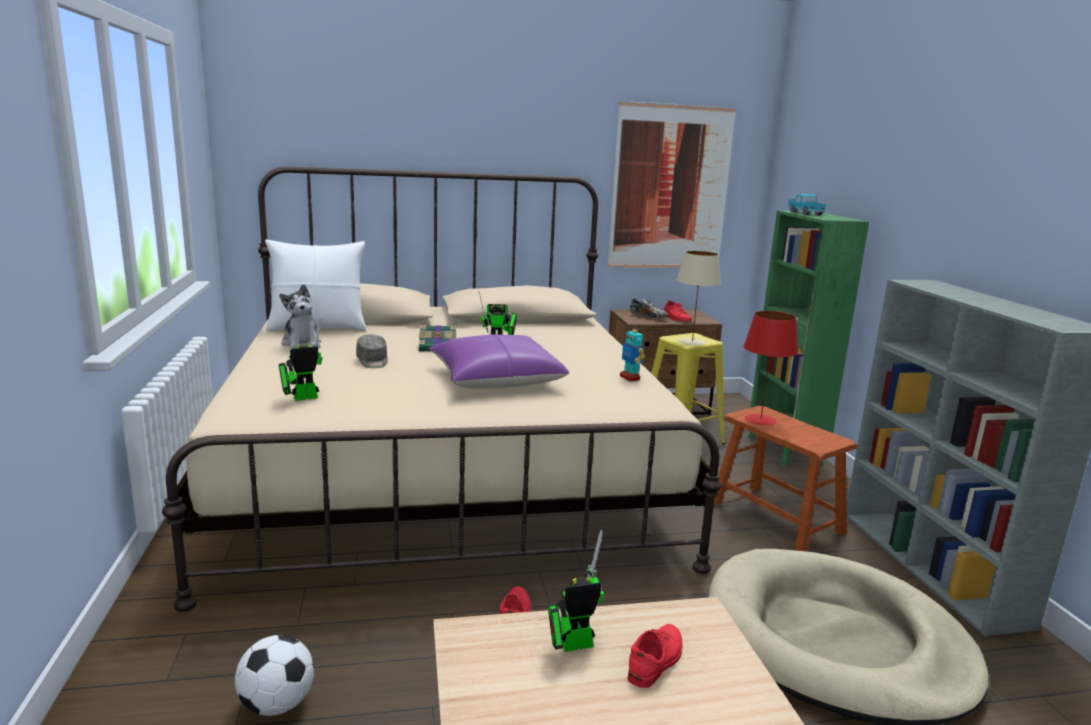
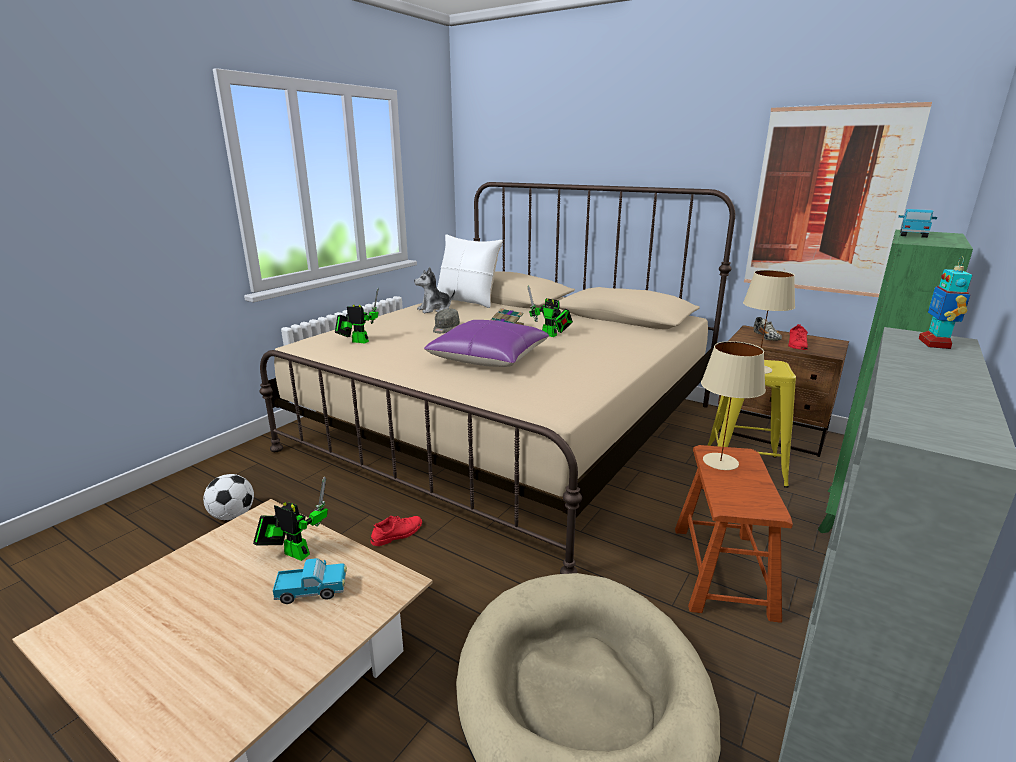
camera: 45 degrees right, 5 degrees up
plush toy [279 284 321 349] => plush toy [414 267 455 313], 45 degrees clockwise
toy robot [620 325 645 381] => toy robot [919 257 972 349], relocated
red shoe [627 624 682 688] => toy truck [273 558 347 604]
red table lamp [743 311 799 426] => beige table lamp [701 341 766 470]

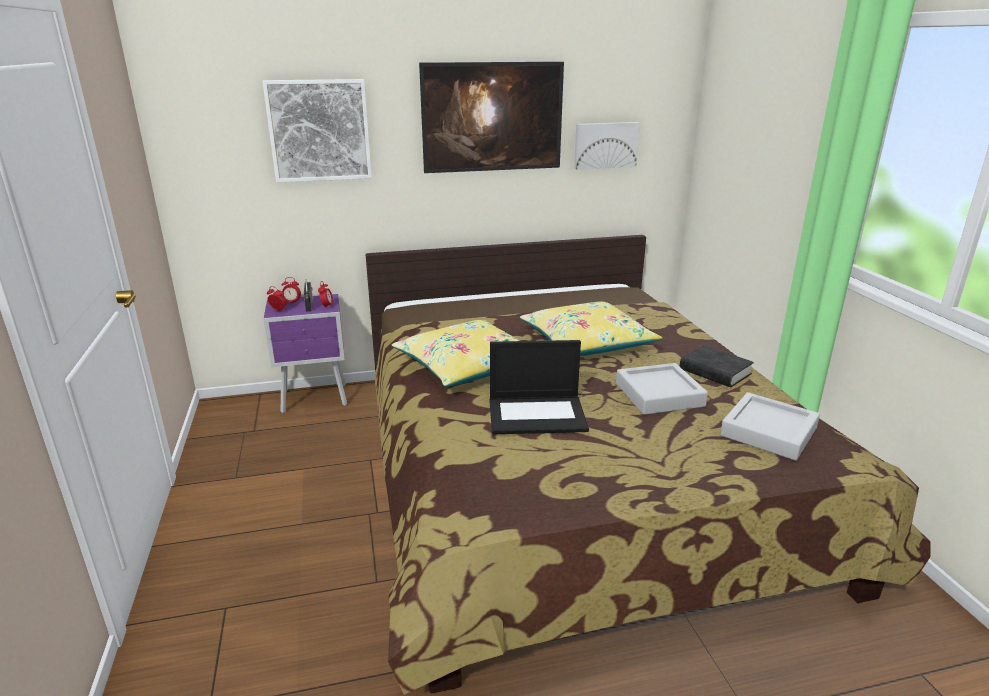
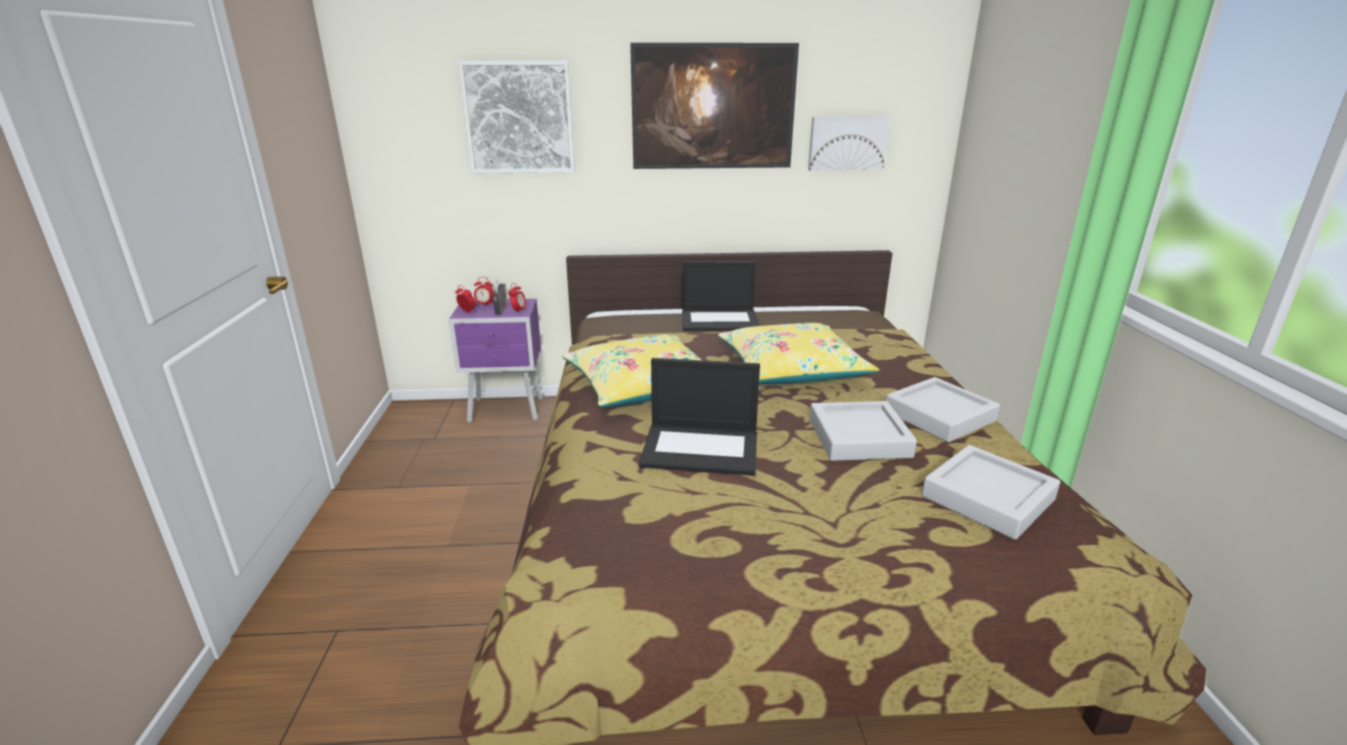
camera: 10 degrees right, 0 degrees up
black book [680 345 754 387] => grey tray [886 377 1000 442]
nothing => laptop [682 261 760 331]

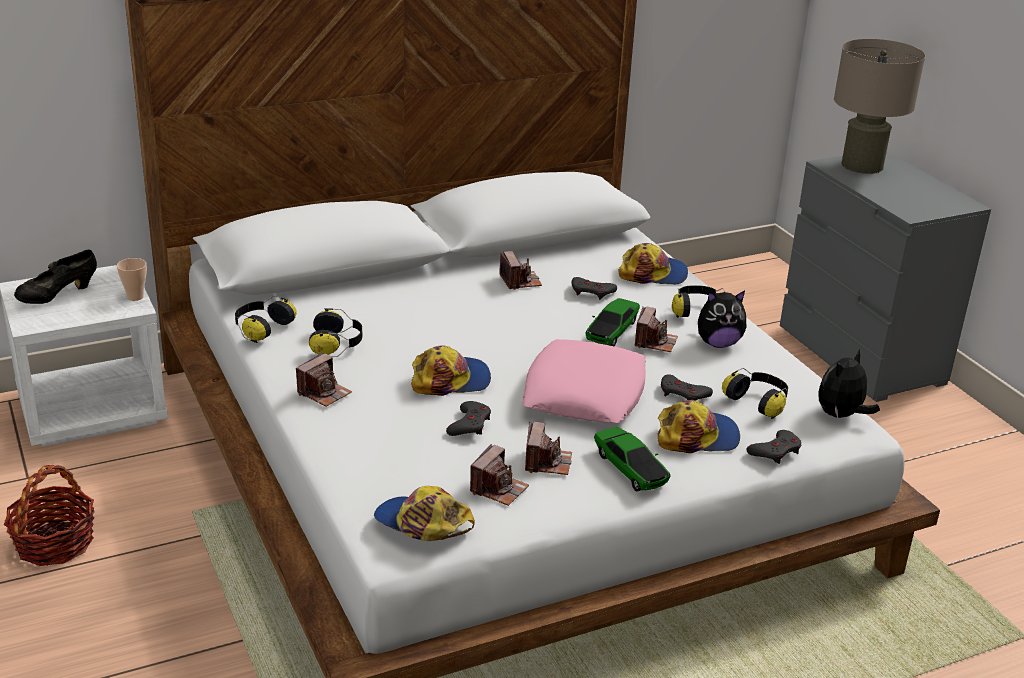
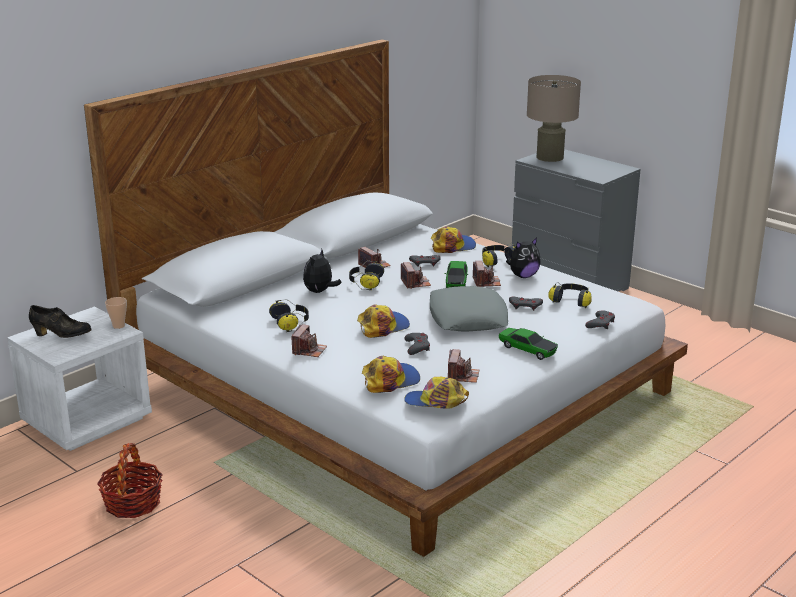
camera: 20 degrees left, 5 degrees down
black shoe [14 250 97 304] => black shoe [29 305 92 338], 105 degrees counterclockwise
headphones [235 296 297 343] => headphones [349 261 384 290], relocated
pink pillow [522 339 646 423] => grey pillow [430 286 508 331]
photo camera [525 422 572 475] => photo camera [401 262 431 289], relocated
cap [658 400 740 453] => cap [362 356 420 393], relocated
plush toy [818 349 880 418] => plush toy [303 249 342 293], relocated

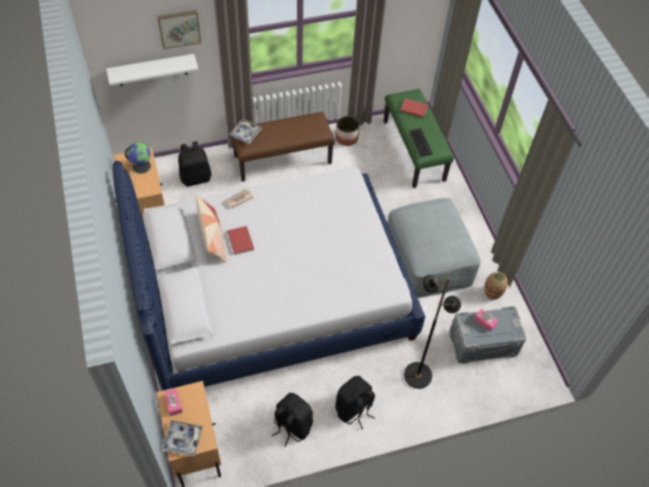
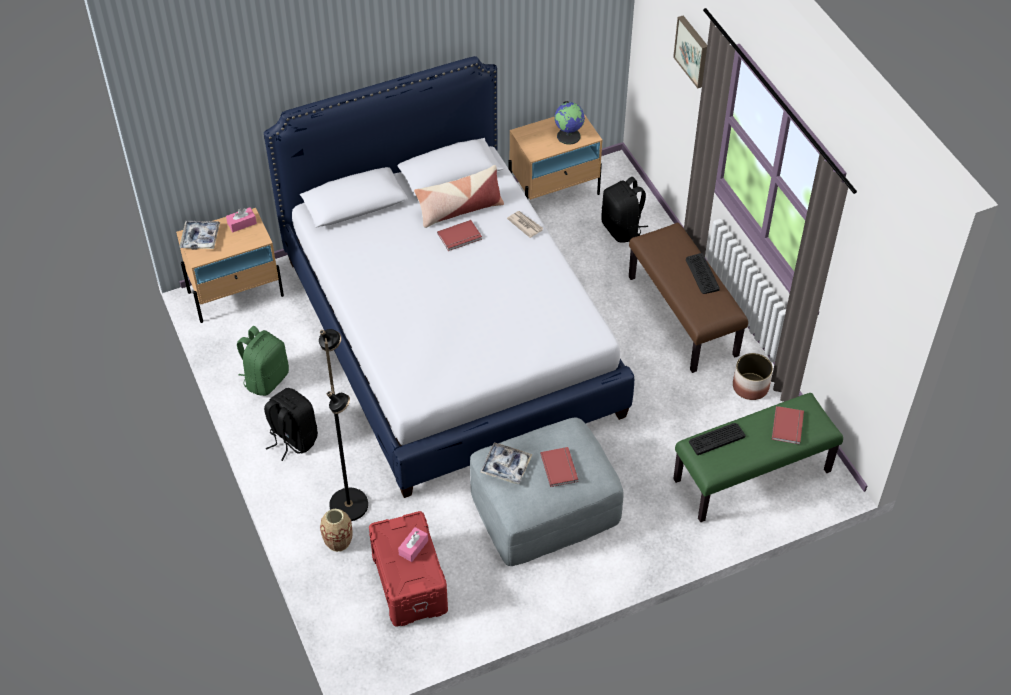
camera: 85 degrees right, 5 degrees down
white shelf [106 54 198 86] => nothing
tray [229 119 262 144] => tray [480 443 533 484], relocated
black backpack [272 393 313 447] => green backpack [237 326 289 396]
grey storage box [449 306 527 364] => red storage box [369 511 448 626]
vase [484 272 508 300] => vase [320 509 353 552], relocated
nothing => red book [540 447 578 487]
nothing => keyboard [686 253 720 294]

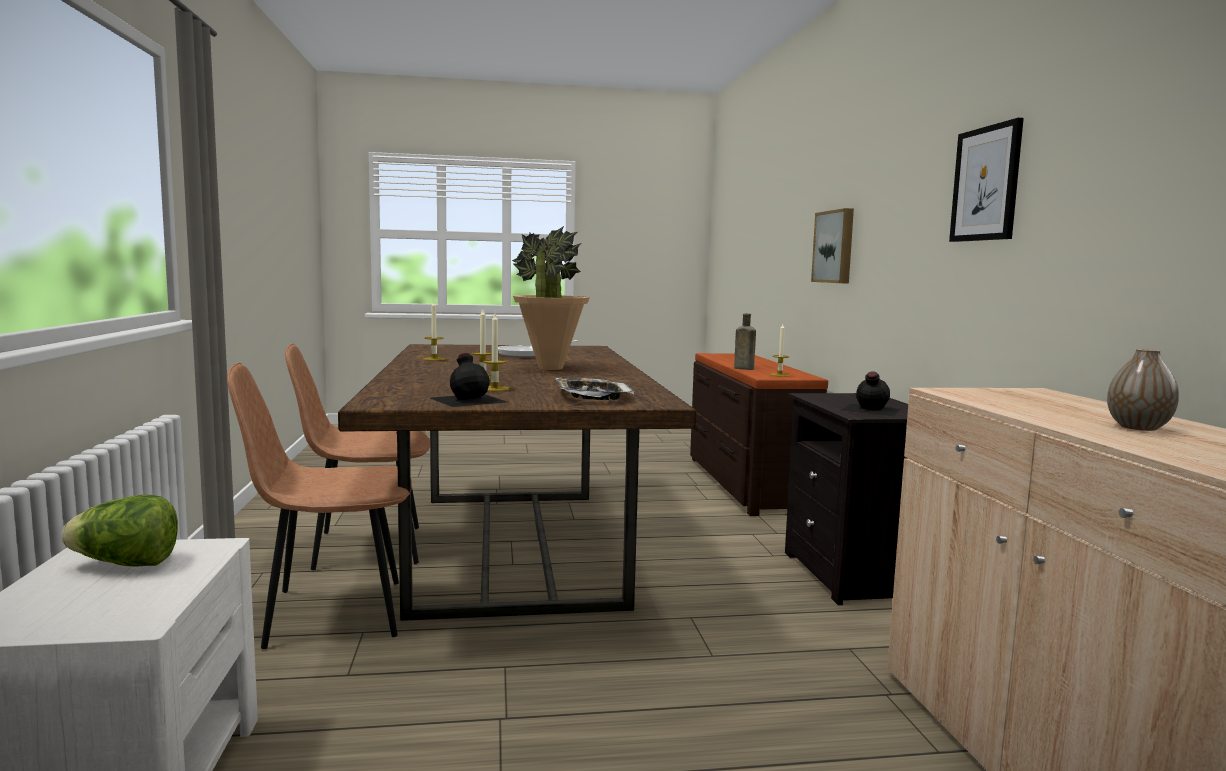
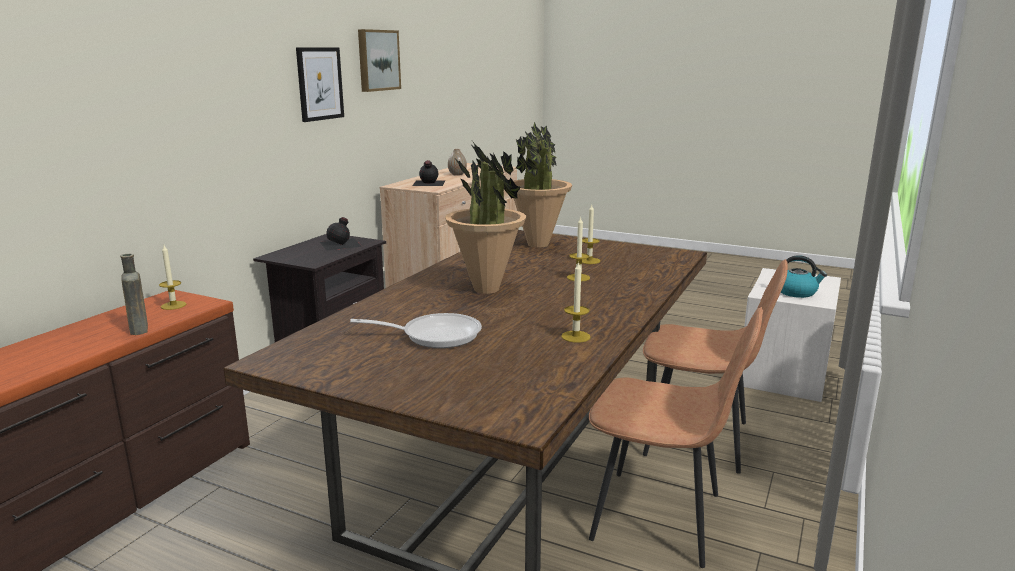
camera: 145 degrees left, 10 degrees up
lettuce [61 495 178 567] => kettle [781 255 827 298]
black bottle [430 353 507 407] => black bottle [412 160 445 186], relocated
tray [556 378 634 400] => potted plant [514 122 572 248]
picture [811 208 854 284] => picture [358 29 401 92], relocated

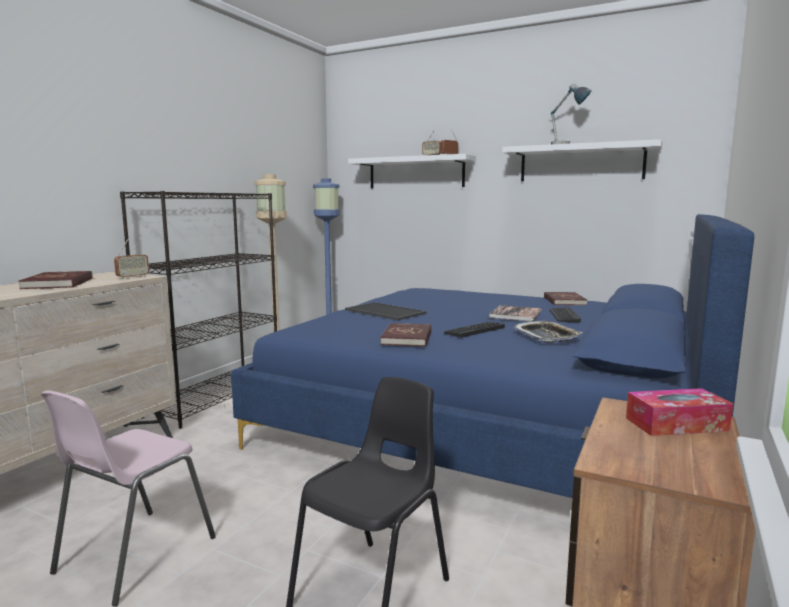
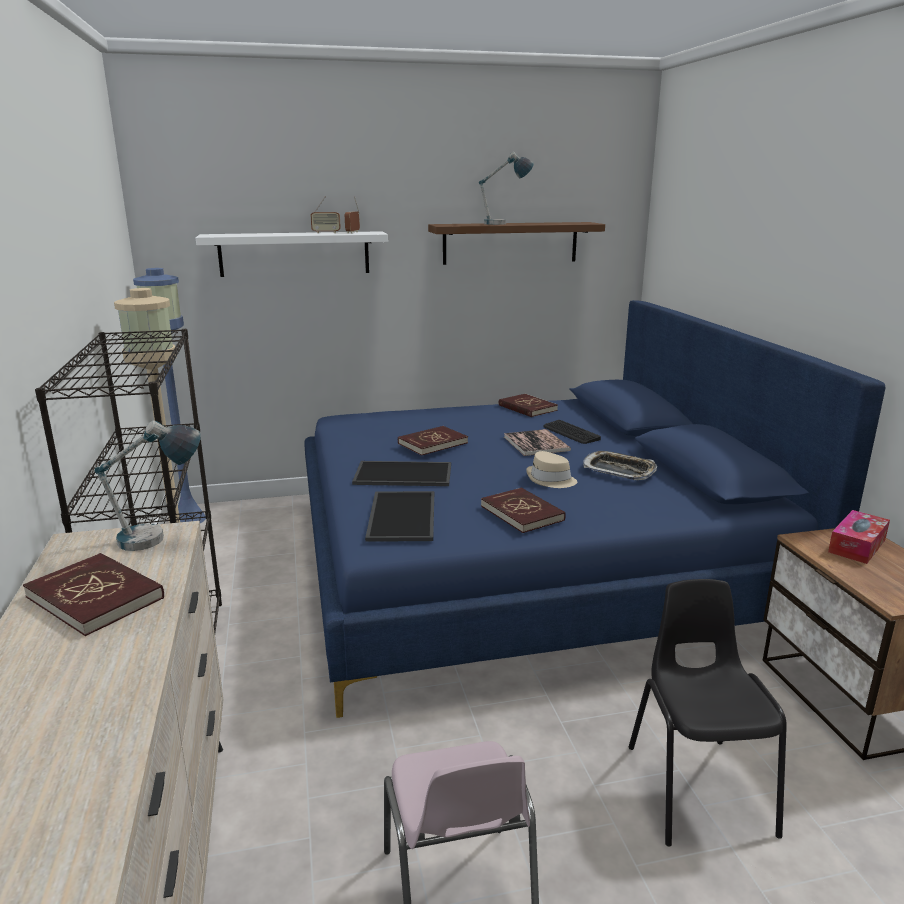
camera: 40 degrees left, 10 degrees up
radio [114 239 149 279] => table lamp [95 420 201 551]
keyboard [444 322 505 338] => beige hat [526 451 577 488]
white shelf [502 139 662 181] => brown shelf [428 222 605 265]
nothing => tray [365 491 434 542]
nothing => red book [398 426 468 455]

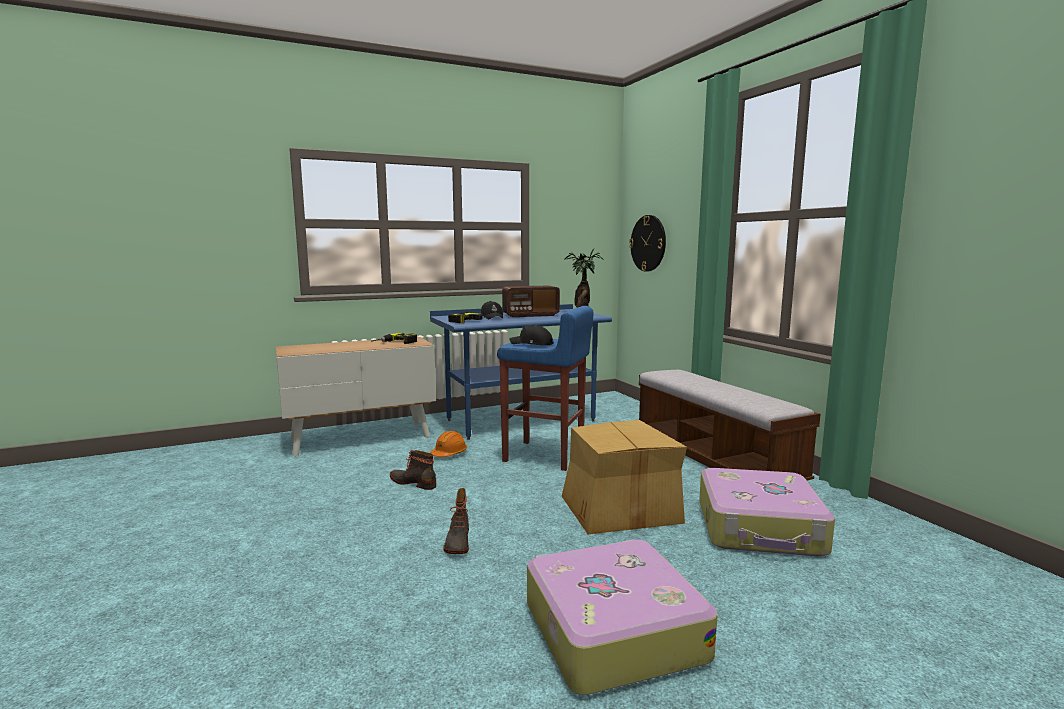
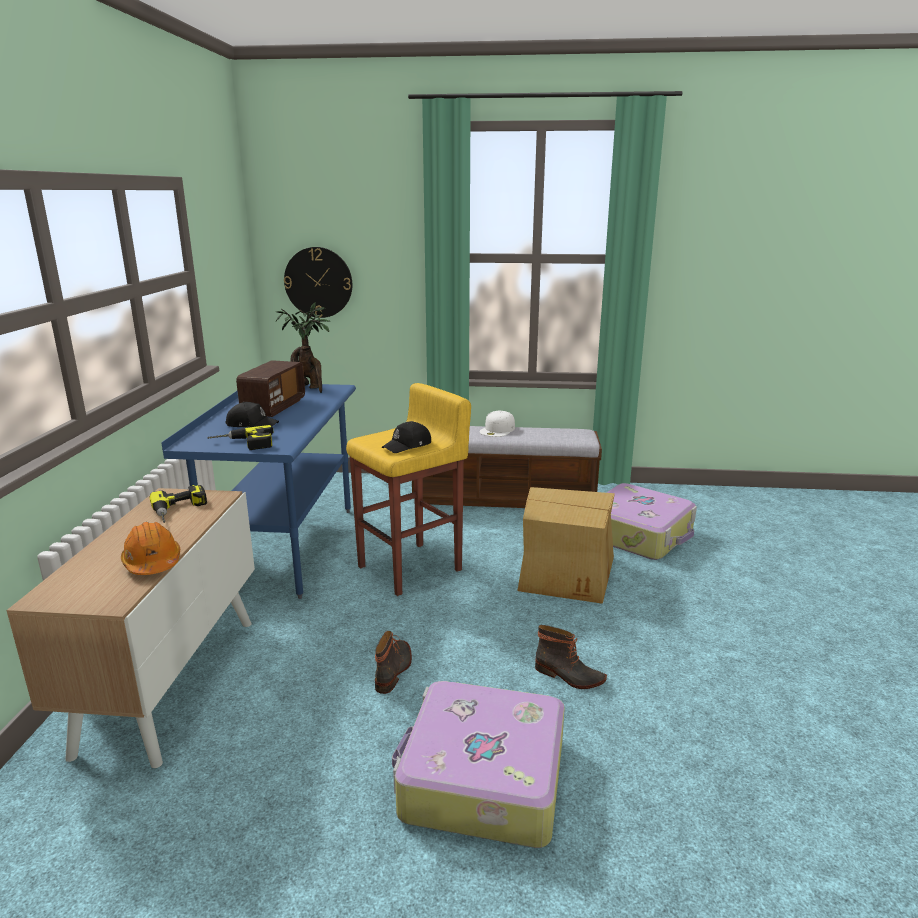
camera: 60 degrees left, 10 degrees up
boot [390 450 436 490] => boot [375 631 412 694], 135 degrees clockwise
orange hard hat [430 431 467 457] => orange hard hat [121 522 180 575], relocated
blue stool [497 306 593 471] => yellow stool [346 383 471 596]
suitcase [527 539 717 695] => suitcase [392 681 565 848], relocated
nothing => white cap [480 411 515 437]

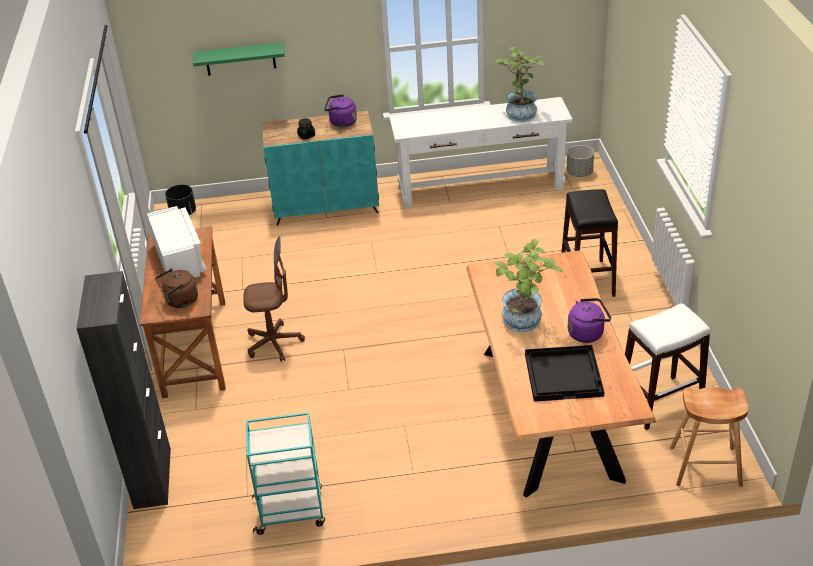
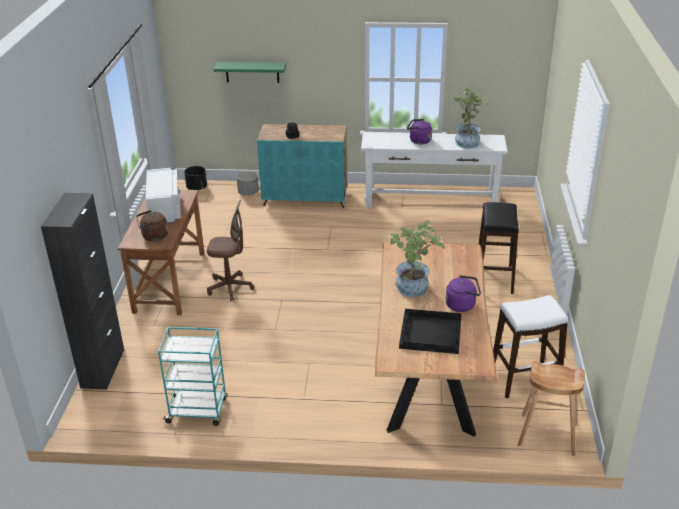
camera: 10 degrees right, 5 degrees down
purple kettle [324 94 357 127] => purple kettle [407 119 432 144], relocated
grey planter [567 145 594 177] => grey planter [236 171 259 196], relocated

